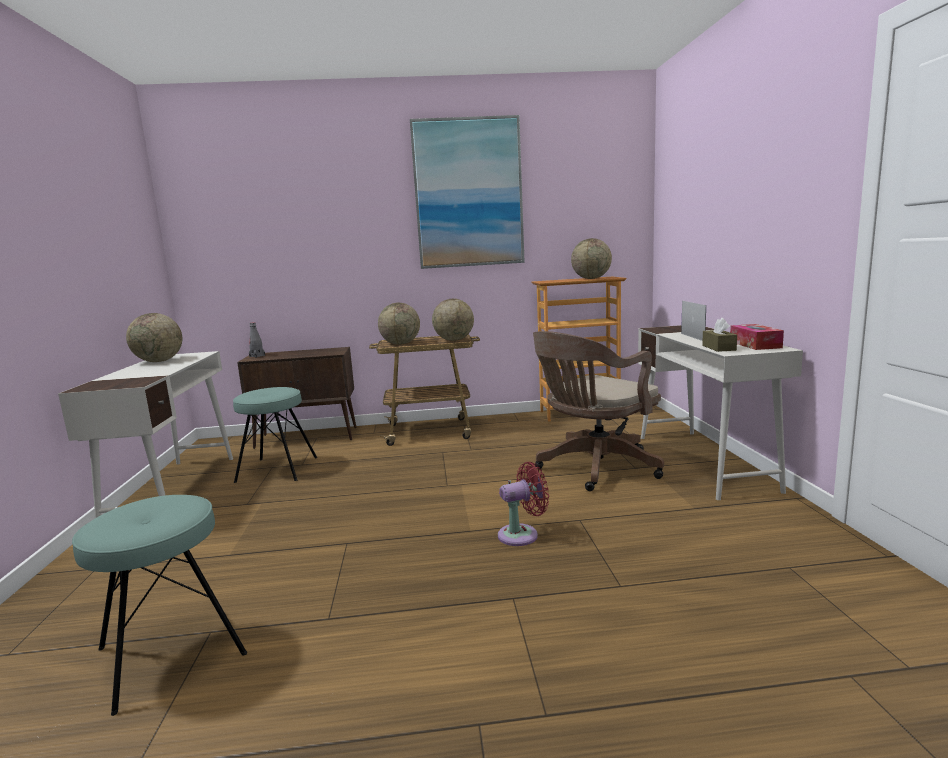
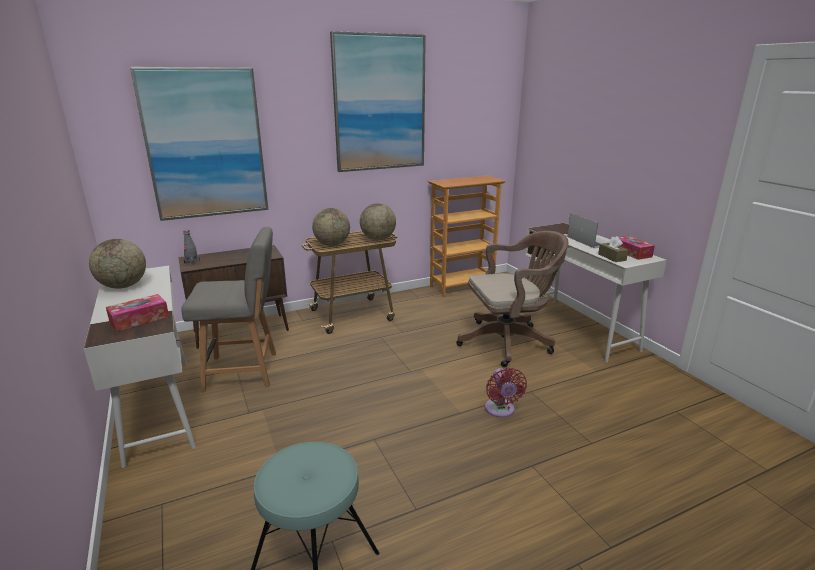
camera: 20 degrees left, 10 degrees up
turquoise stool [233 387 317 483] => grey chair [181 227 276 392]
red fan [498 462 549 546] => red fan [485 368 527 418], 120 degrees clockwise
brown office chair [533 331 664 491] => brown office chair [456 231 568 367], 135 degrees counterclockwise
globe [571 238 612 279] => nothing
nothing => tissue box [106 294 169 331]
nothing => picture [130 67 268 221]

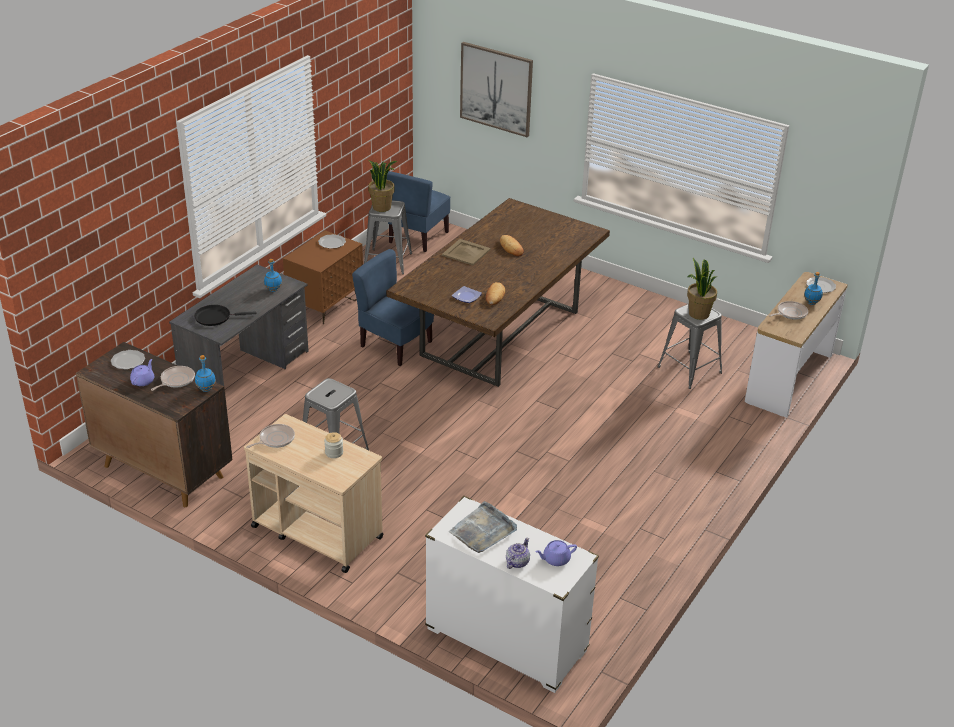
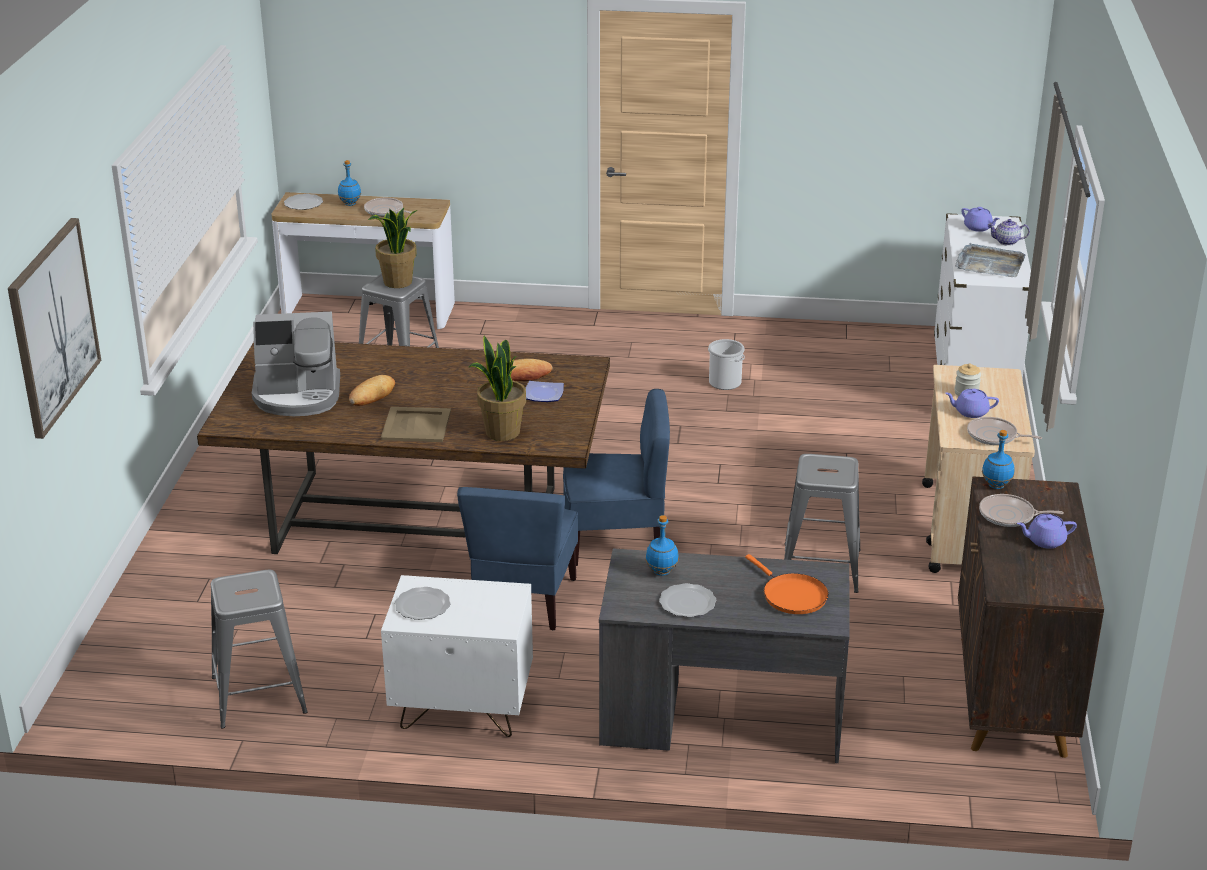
camera: 115 degrees left, 5 degrees down
plate [111 350 145 369] => plate [659 583 717 617], relocated
black frying pan [194 305 256 326] => orange frying pan [745 554 828 614]
brown nightstand [283 230 363 324] => white nightstand [381 575 533 737]
potted plant [368 160 397 212] => potted plant [469 335 526 441], relocated
blue chair [386 171 450 252] => blue chair [563 389 670 566], relocated
nothing => coffee machine [252 312 340 416]
nothing => bucket [708 339 745 390]
nothing => purple teapot [945 389 999 418]

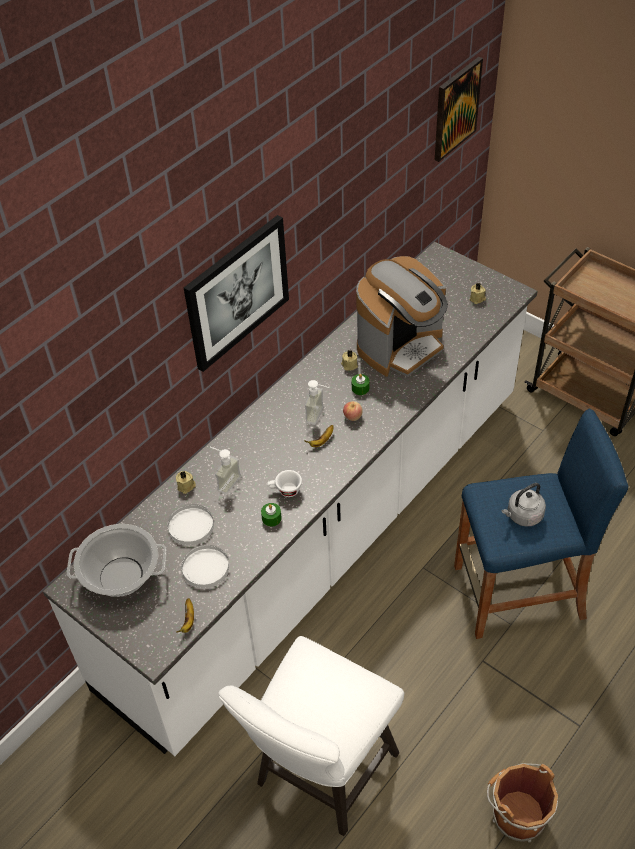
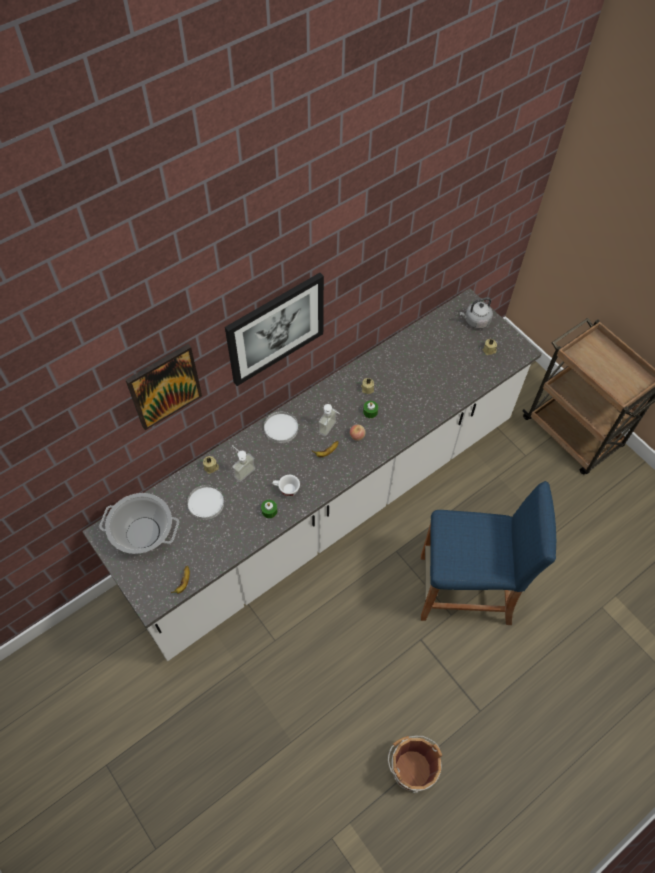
camera: 10 degrees right, 10 degrees up
white plate [181 545 229 589] => white plate [264 411 298 443], relocated
white stool [218 636 404 836] => nothing
coffee machine [356 256 448 377] => nothing
picture [435 57 483 162] => picture [125 344 202 430], relocated
grey kettle [502 483 546 527] => grey kettle [460 297 493 329], relocated

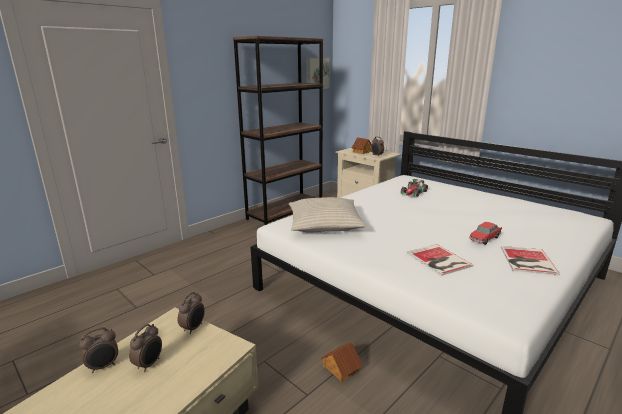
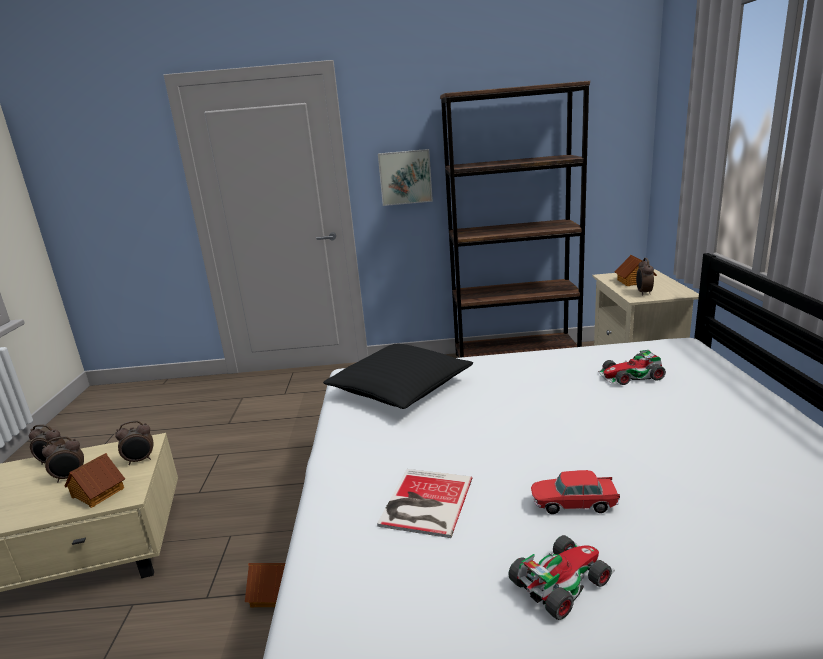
camera: 45 degrees right, 0 degrees up
beige pillow [289 197 366 233] => black pillow [323 344 473 409]
picture [306 58 330 90] => picture [378 149 433 206], relocated
book [501 246 560 275] => toy car [508 535 615 620]
nothing => toy house [65 453 125 508]

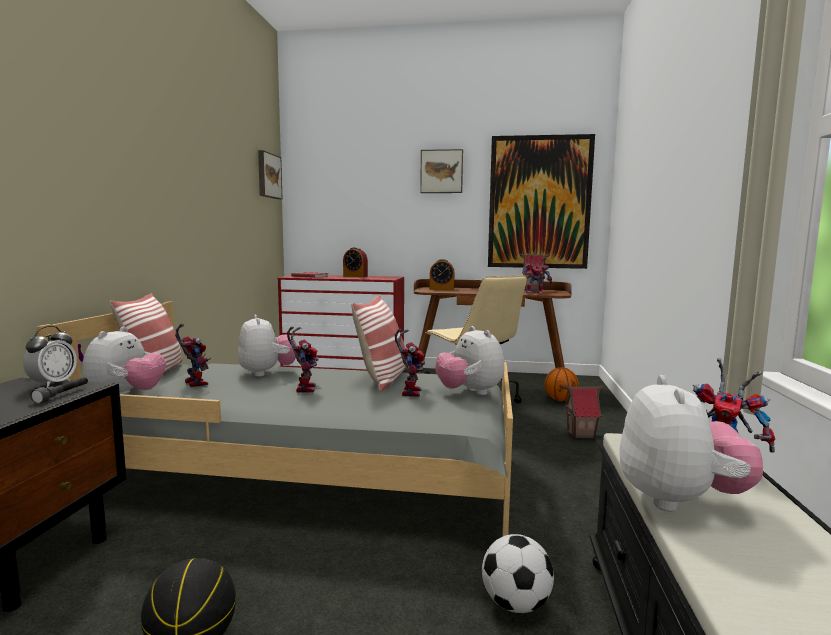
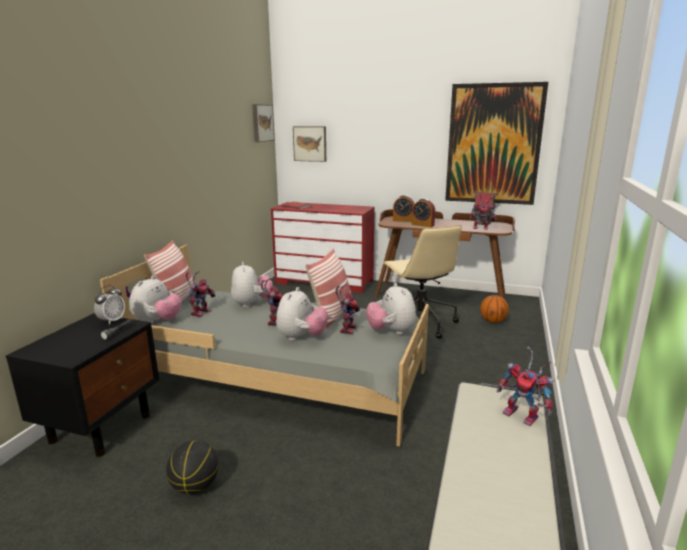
camera: 10 degrees right, 10 degrees up
toy robot [175 323 211 387] => toy robot [186 271 216 317], 45 degrees clockwise
alarm clock [343 247 368 277] => alarm clock [412 199 435 227], relocated
picture [420 149 463 193] => picture [293 126 326 162], relocated
football [482 534 554 613] => nothing
toy house [563 386 605 439] => nothing
plush toy [619 375 763 511] => plush toy [276 287 328 341], relocated

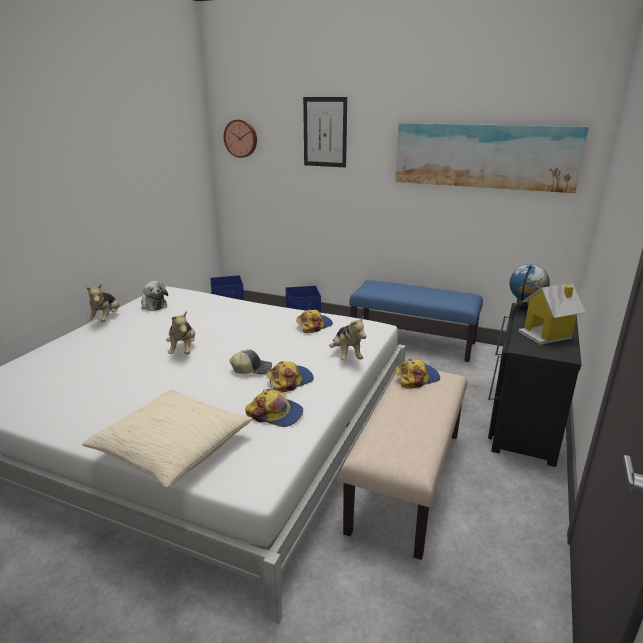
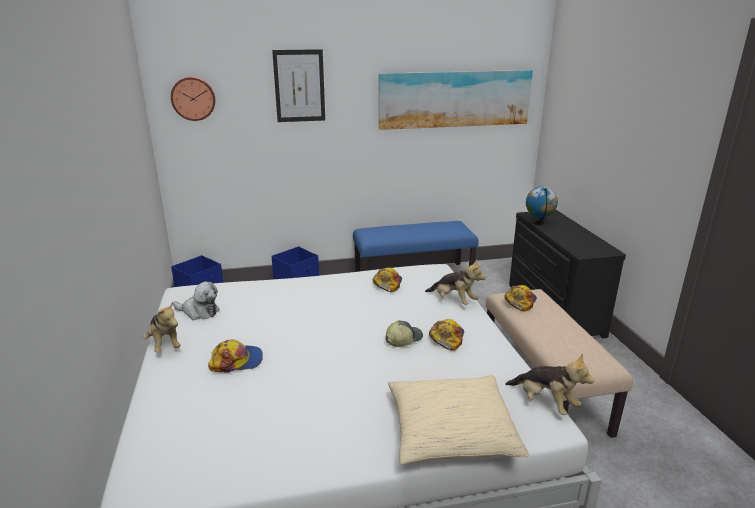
camera: 35 degrees left, 0 degrees up
plush toy [166 311 195 354] => plush toy [505 353 594 415], relocated
cap [245 389 303 427] => cap [208 339 263 373], relocated
toy house [518 283 586 345] => nothing

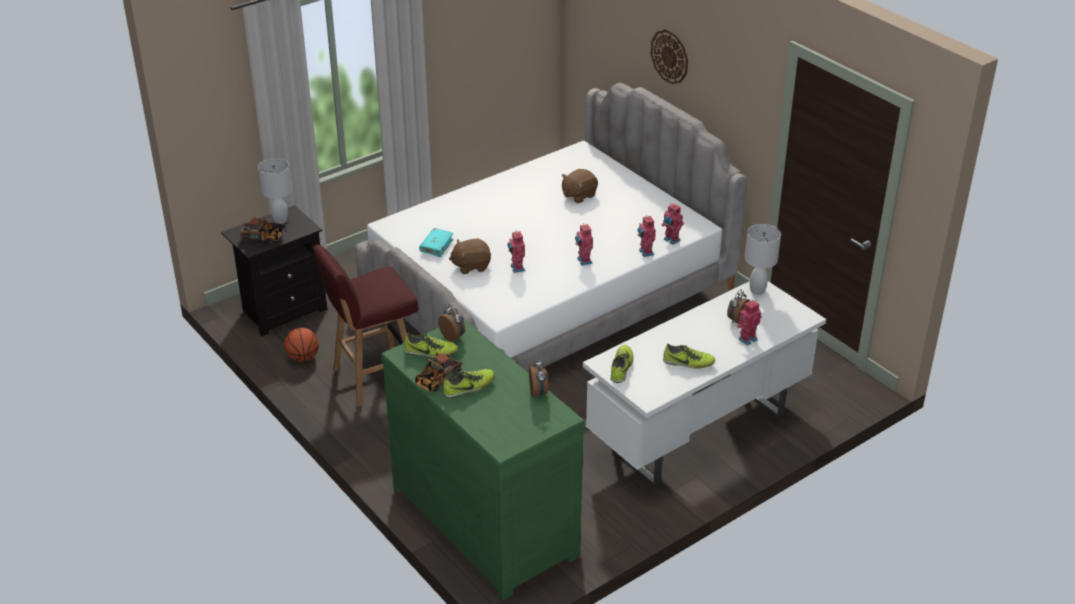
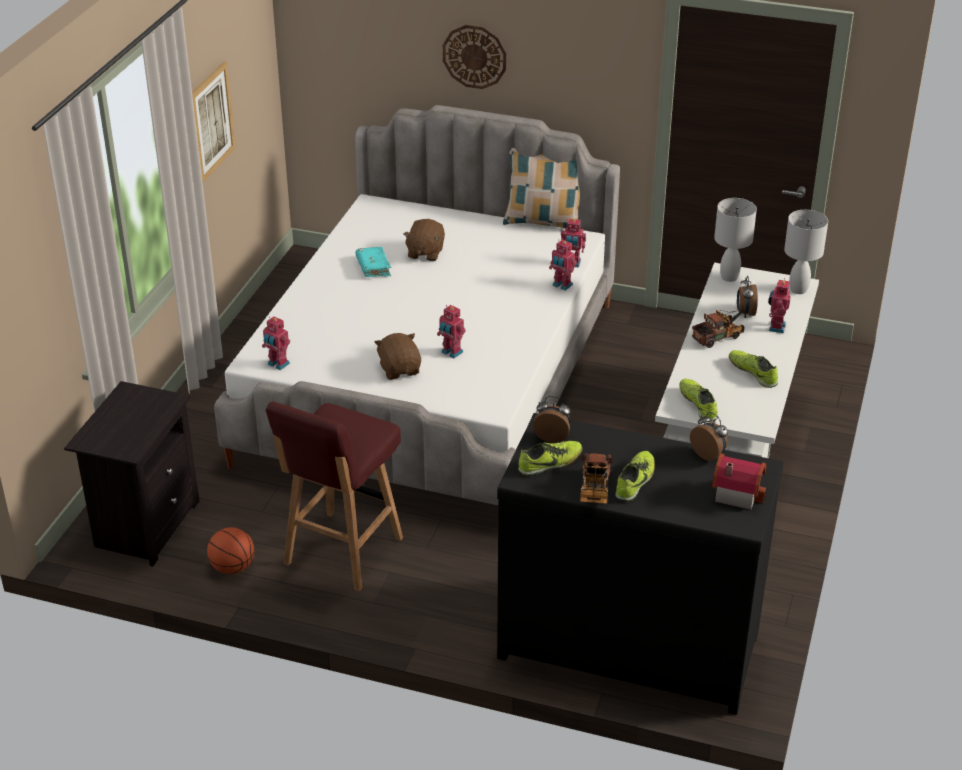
camera: 35 degrees left, 0 degrees up
toy truck [240 217 286 244] => toy truck [692 308 746 348], relocated
white table lamp [258 158 292 223] => white table lamp [784 210 828 294], relocated
green dresser [381 319 585 601] => black dresser [497 413 784 715]
turquoise book [419 228 454 258] => turquoise book [355 247 391 277], relocated
brown plush toy [449 238 491 274] => brown plush toy [374 333 421 380], 120 degrees clockwise
toy robot [575 223 593 266] => toy robot [262 316 290 370], relocated
shoe [663 344 715 368] => shoe [729 350 778 388], 105 degrees counterclockwise
nothing => picture [192 62 236 182]
nothing => pillow [503 148 580 229]
nothing => toy house [712 454 766 510]

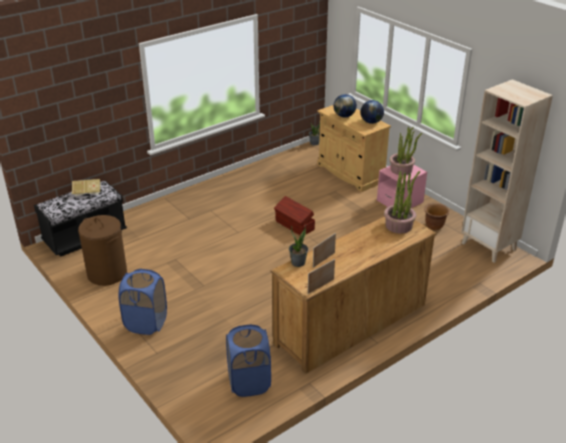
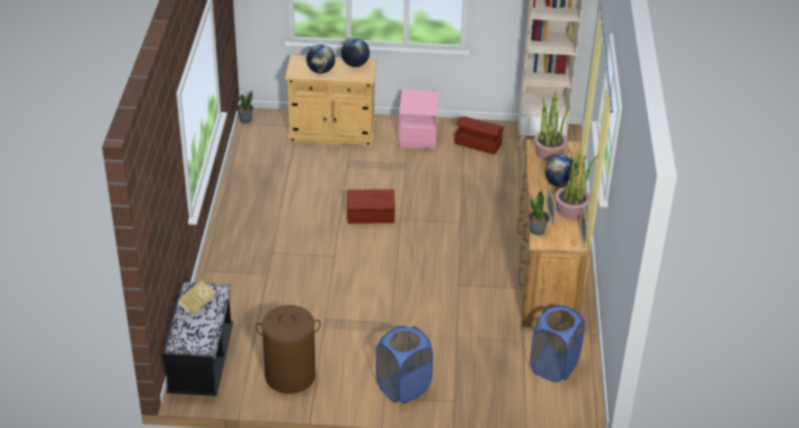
camera: 50 degrees left, 5 degrees up
potted plant [389 127 422 175] => potted plant [555 151 599 219], relocated
brown planter [424 203 450 230] => brown storage box [454 116 504 155]
nothing => globe [545 155 576 187]

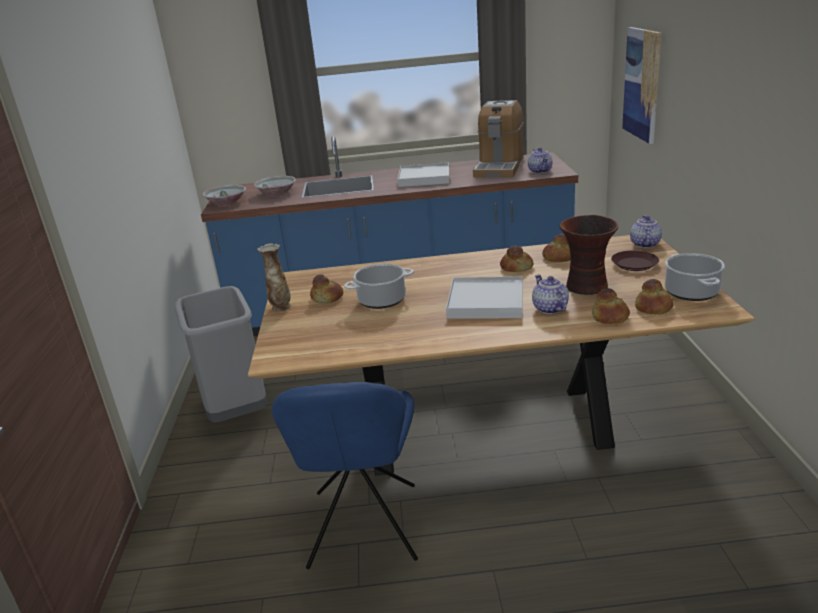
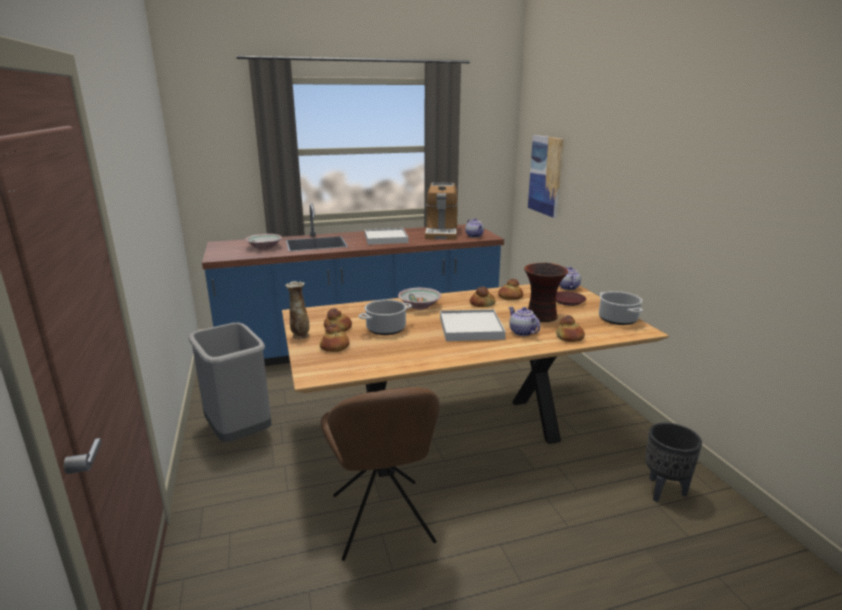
camera: 15 degrees left, 5 degrees down
bowl [202 185 246 206] => bowl [398 288 441 310], relocated
blue chair [272 382 418 569] => brown chair [321 387 440 561]
bread [635 279 673 314] => bread [320 324 349 352], relocated
nothing => black planter [646 422 702 502]

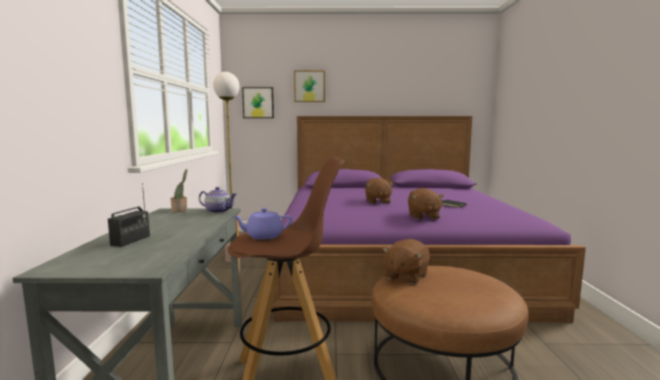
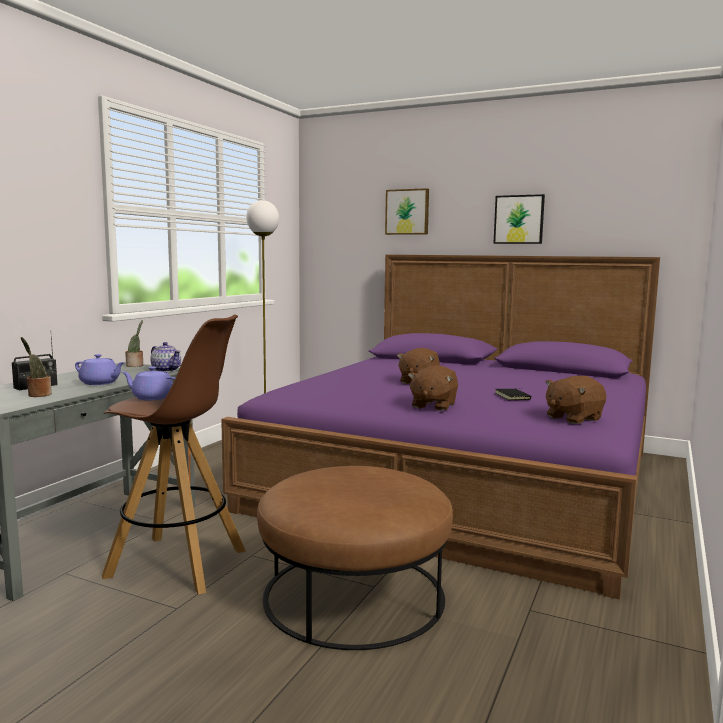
camera: 25 degrees right, 0 degrees up
picture [242 87 274 118] => picture [493 194 545 244], relocated
brown plush toy [382 239 430 284] => brown plush toy [546 376 606 424], relocated
nothing => potted plant [21 337 52 397]
nothing => purple teapot [75 354 125 385]

